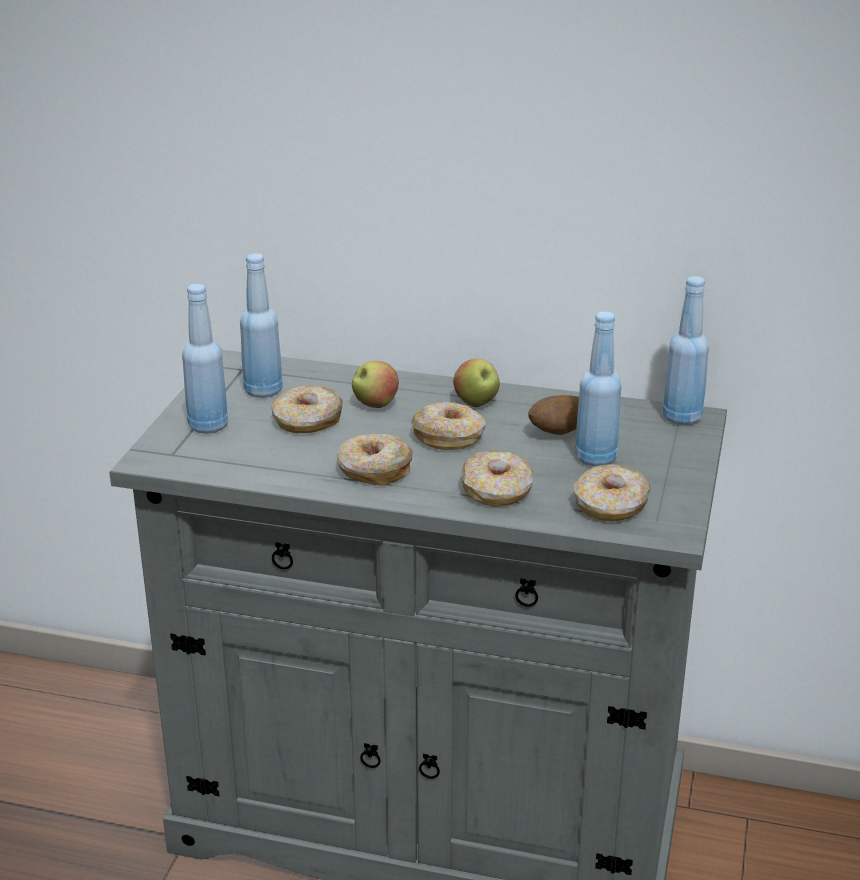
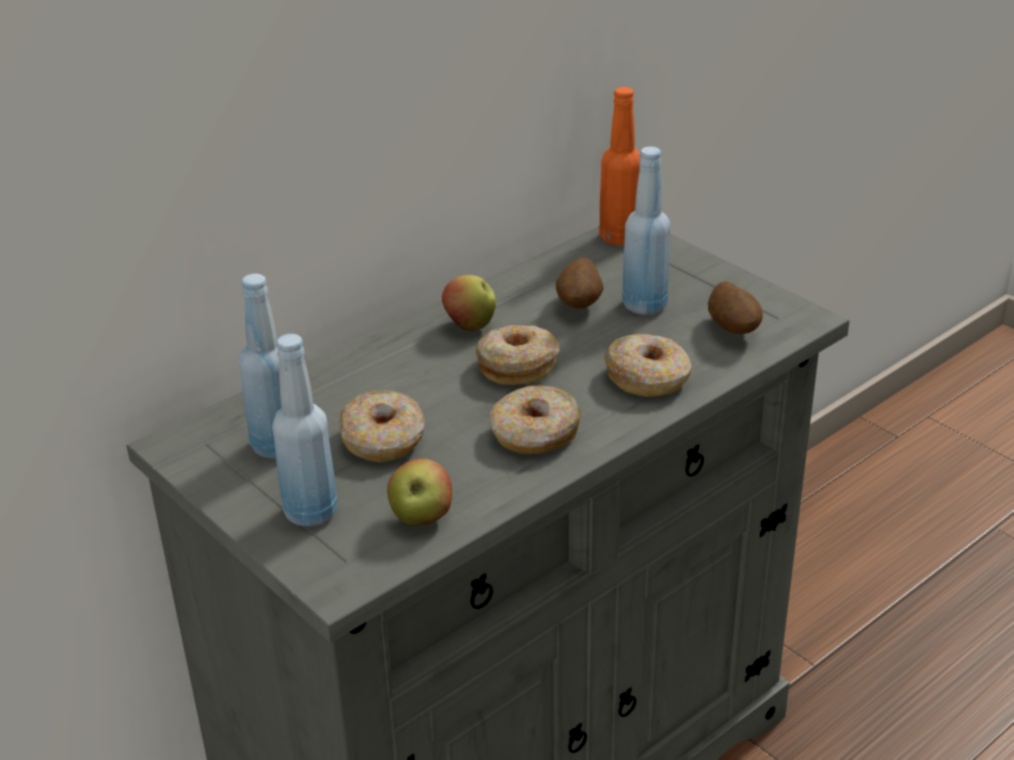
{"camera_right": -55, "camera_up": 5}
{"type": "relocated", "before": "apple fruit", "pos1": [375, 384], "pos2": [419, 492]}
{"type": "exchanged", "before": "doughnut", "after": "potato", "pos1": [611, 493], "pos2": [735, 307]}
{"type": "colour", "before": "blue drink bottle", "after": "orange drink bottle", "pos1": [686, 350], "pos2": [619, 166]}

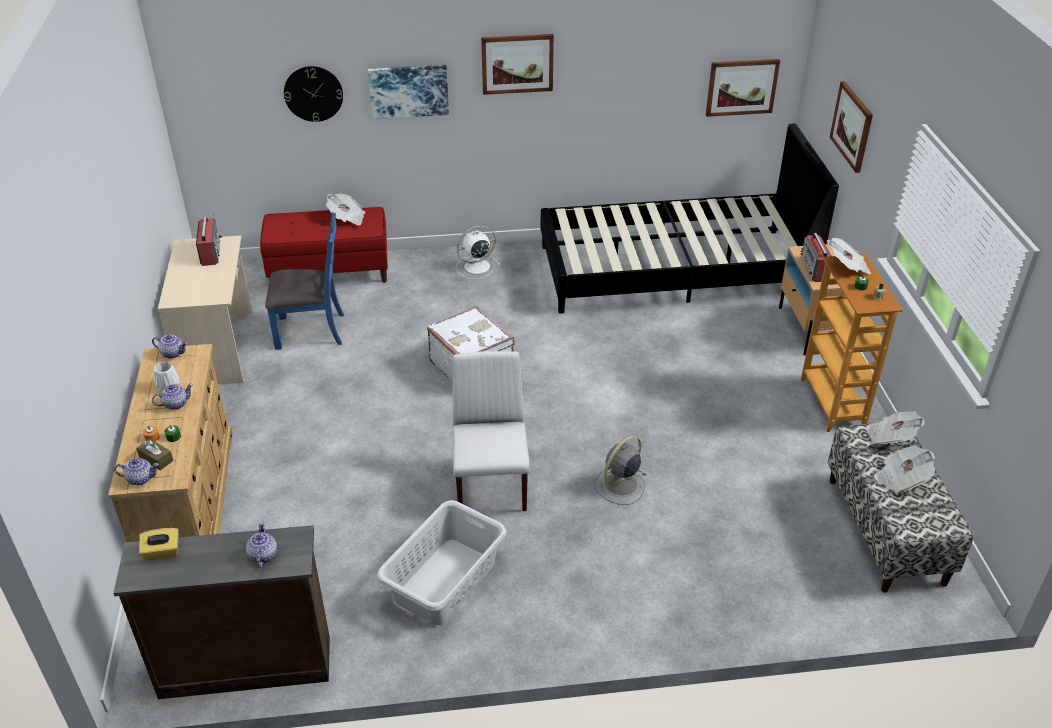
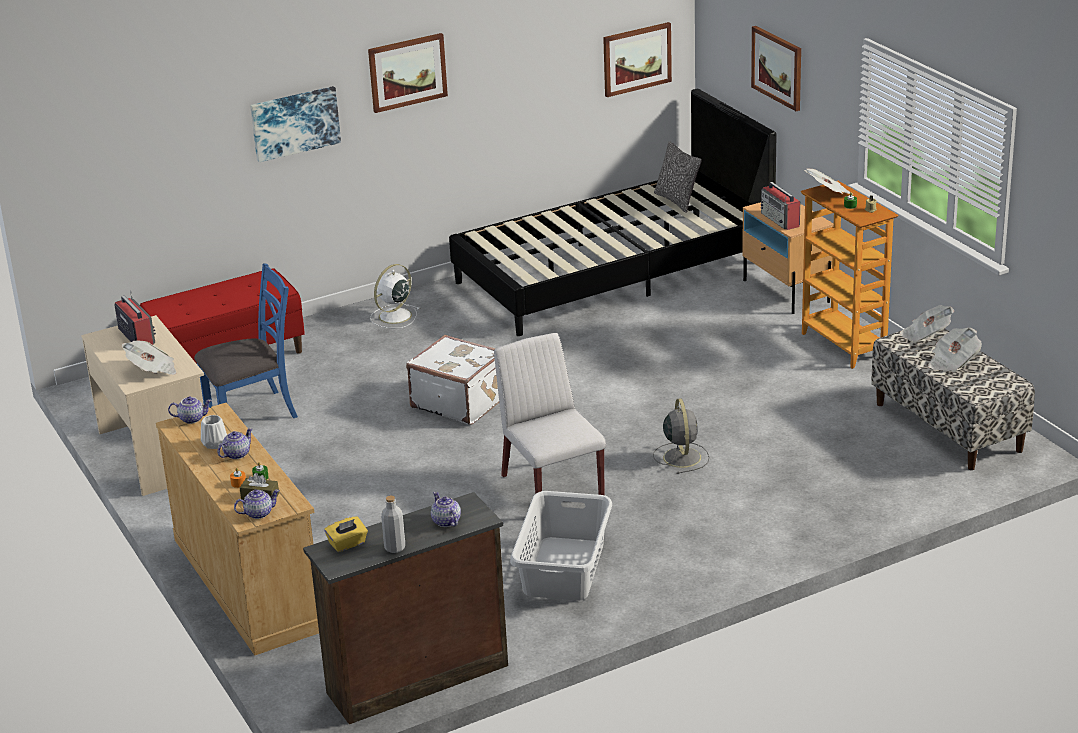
{"camera_right": -20, "camera_up": -10}
{"type": "missing", "before": "clock on the wall", "pos1": [313, 94]}
{"type": "appeared", "after": "gray drink bottle", "pos2": [393, 524]}
{"type": "appeared", "after": "throw pillow", "pos2": [678, 177]}
{"type": "relocated", "before": "printed paper", "pos1": [345, 209], "pos2": [149, 358]}
{"type": "spun", "before": "gray fan", "pos1": [620, 470], "pos2": [681, 436], "turn": 150}

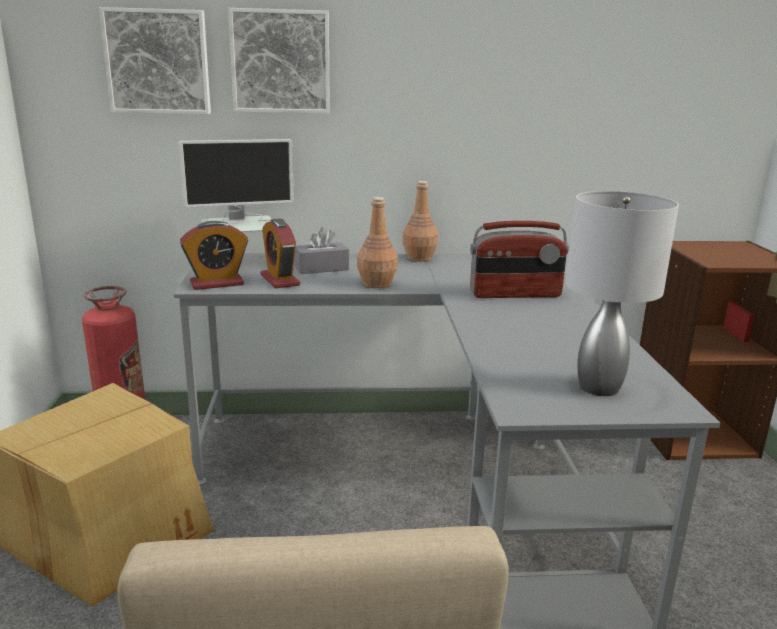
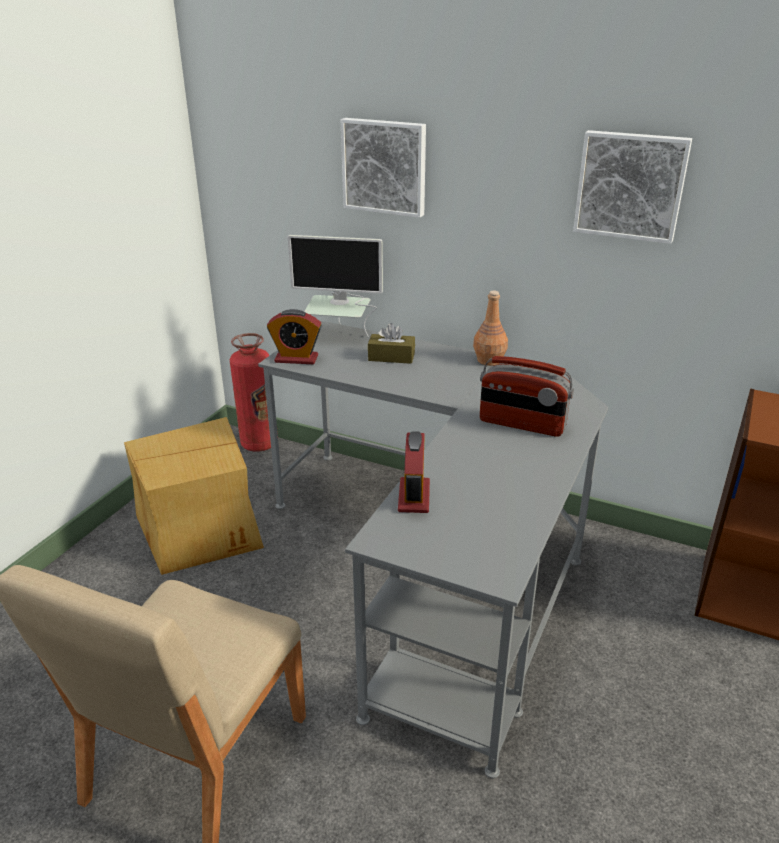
{"camera_right": 30, "camera_up": 10}
{"type": "missing", "before": "brown drink bottle", "pos1": [377, 242]}
{"type": "missing", "before": "gray tabletop lamp", "pos1": [622, 293]}
{"type": "relocated", "before": "wall art", "pos1": [155, 60], "pos2": [632, 187]}
{"type": "relocated", "before": "table clock", "pos1": [280, 253], "pos2": [414, 472]}
{"type": "colour", "before": "gray tissue box", "after": "brown tissue box", "pos1": [321, 250], "pos2": [391, 343]}

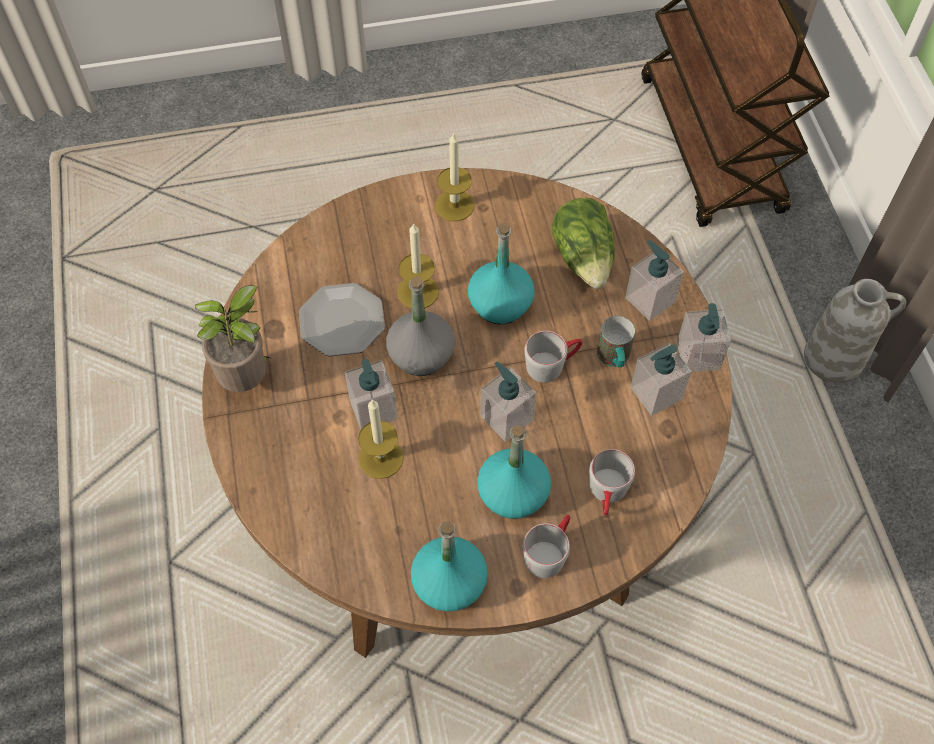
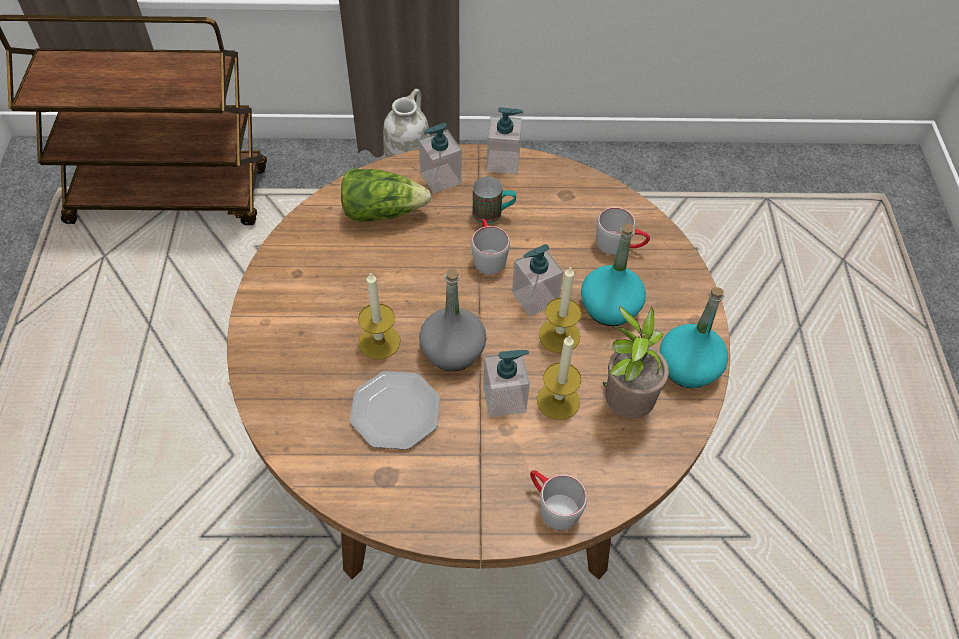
{"camera_right": -80, "camera_up": -5}
{"type": "missing", "before": "turquoise drink bottle", "pos1": [501, 273]}
{"type": "missing", "before": "liquid soap bottle", "pos1": [661, 379]}
{"type": "relocated", "before": "plant in a pot", "pos1": [232, 338], "pos2": [636, 362]}
{"type": "relocated", "before": "candle", "pos1": [454, 176], "pos2": [560, 309]}
{"type": "relocated", "before": "gray coffee mug", "pos1": [546, 546], "pos2": [558, 500]}

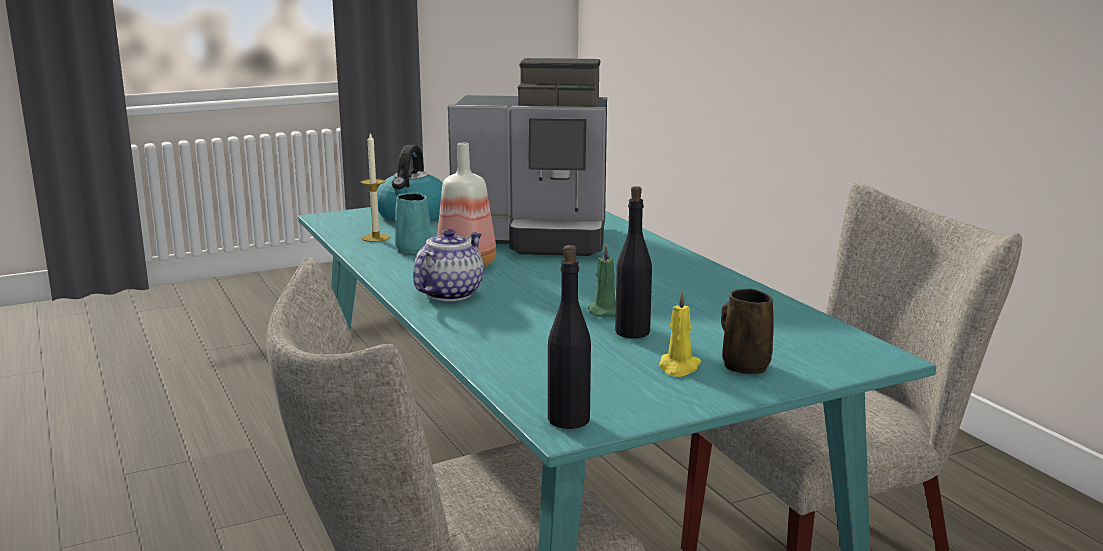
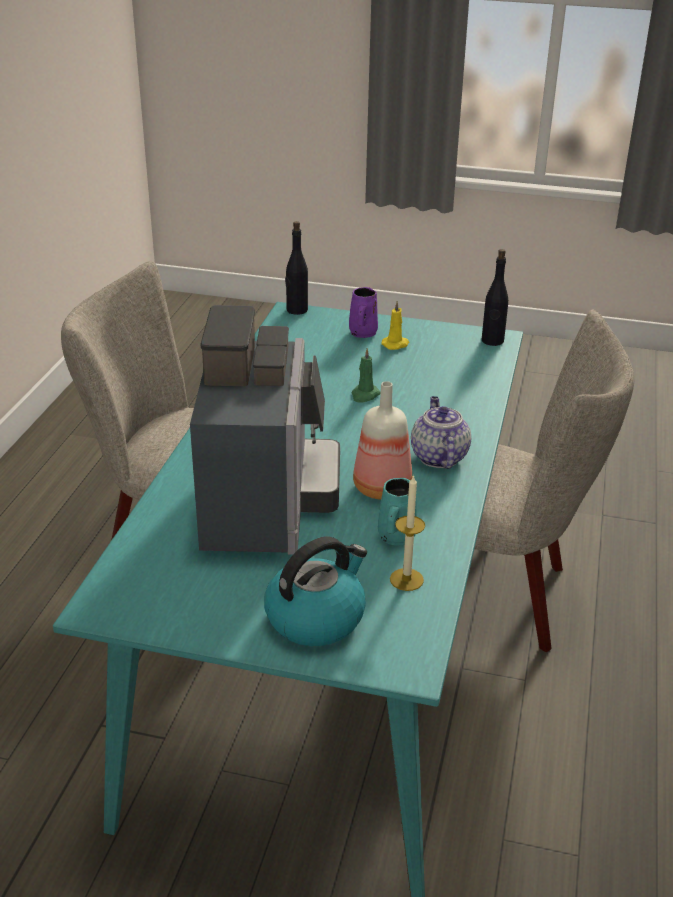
{"camera_right": -140, "camera_up": 15}
{"type": "relocated", "before": "black drink bottle", "pos1": [633, 262], "pos2": [296, 268]}
{"type": "colour", "before": "brown coffee mug", "after": "purple coffee mug", "pos1": [747, 331], "pos2": [363, 312]}
{"type": "spun", "before": "teapot", "pos1": [448, 265], "pos2": [441, 432], "turn": 105}
{"type": "spun", "before": "coffee machine", "pos1": [527, 157], "pos2": [265, 429], "turn": 45}

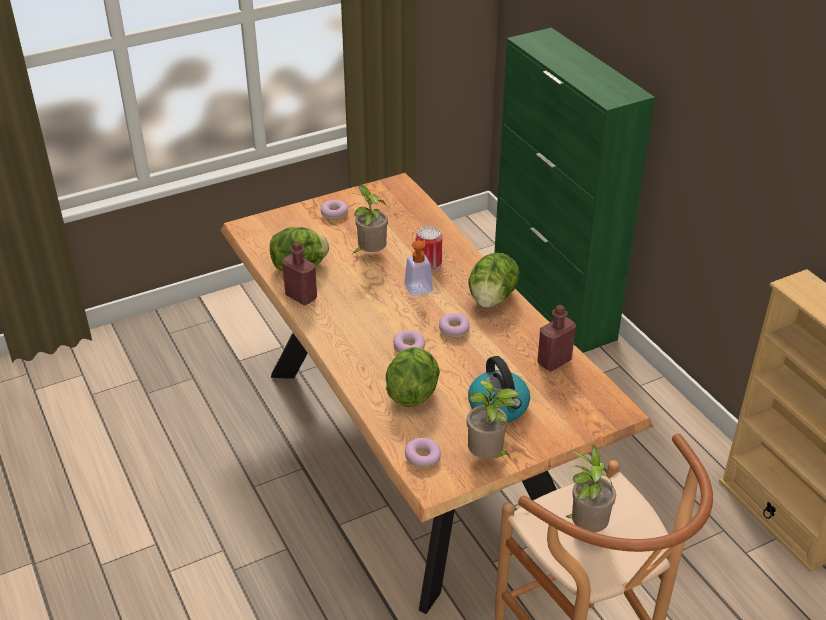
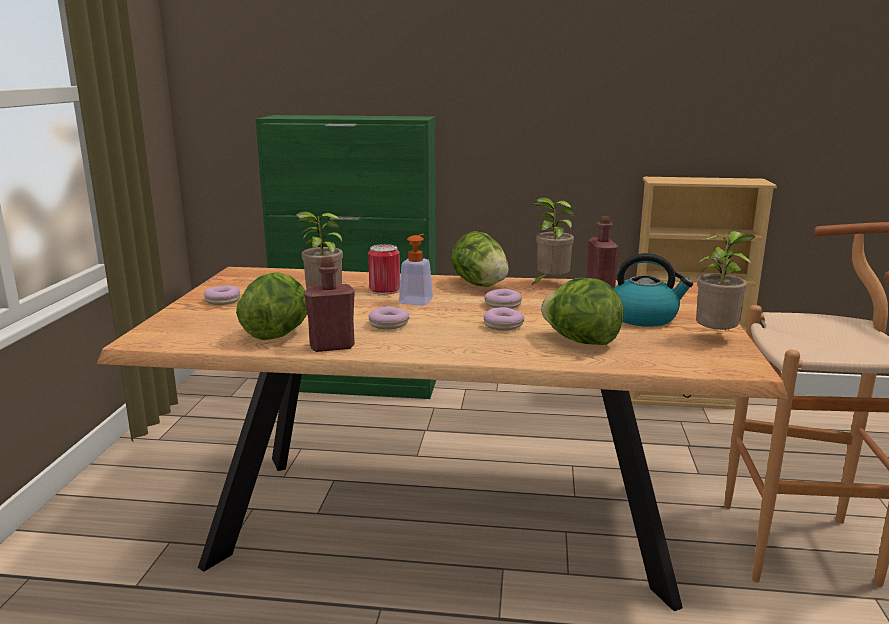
{"camera_right": -55, "camera_up": -20}
{"type": "relocated", "before": "doughnut", "pos1": [423, 453], "pos2": [389, 318]}
{"type": "relocated", "before": "plant in a pot", "pos1": [590, 488], "pos2": [553, 241]}

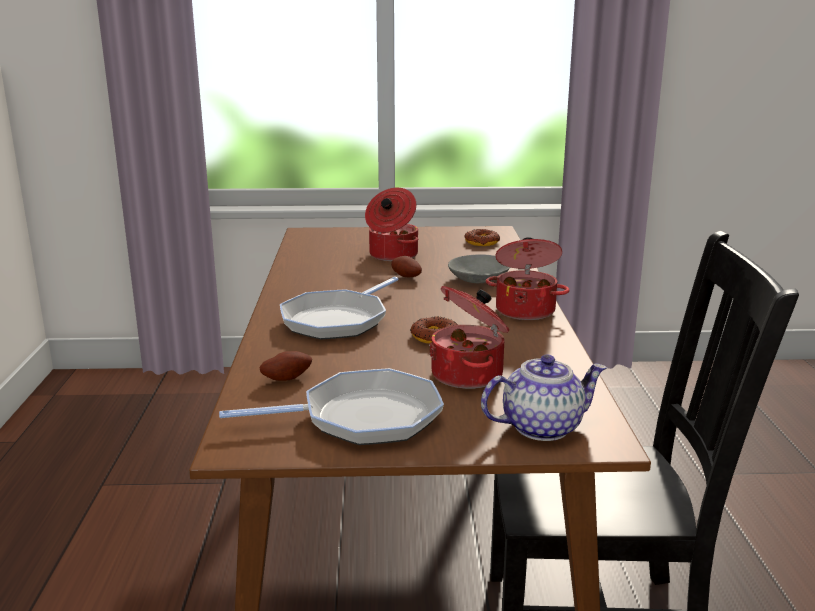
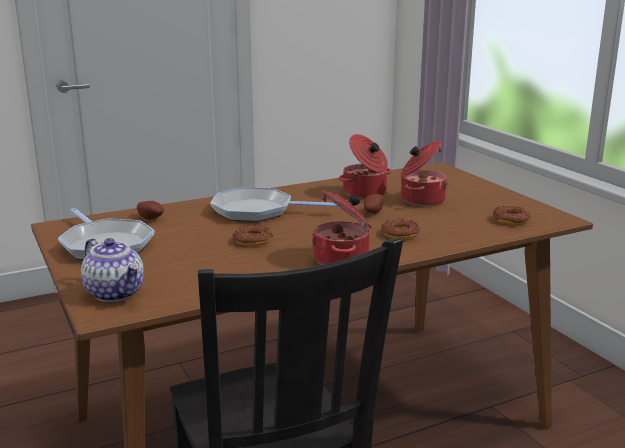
{"camera_right": 65, "camera_up": 0}
{"type": "relocated", "before": "cooking pot", "pos1": [469, 337], "pos2": [365, 166]}
{"type": "exchanged", "before": "gray bowl", "after": "doughnut", "pos1": [479, 268], "pos2": [400, 229]}

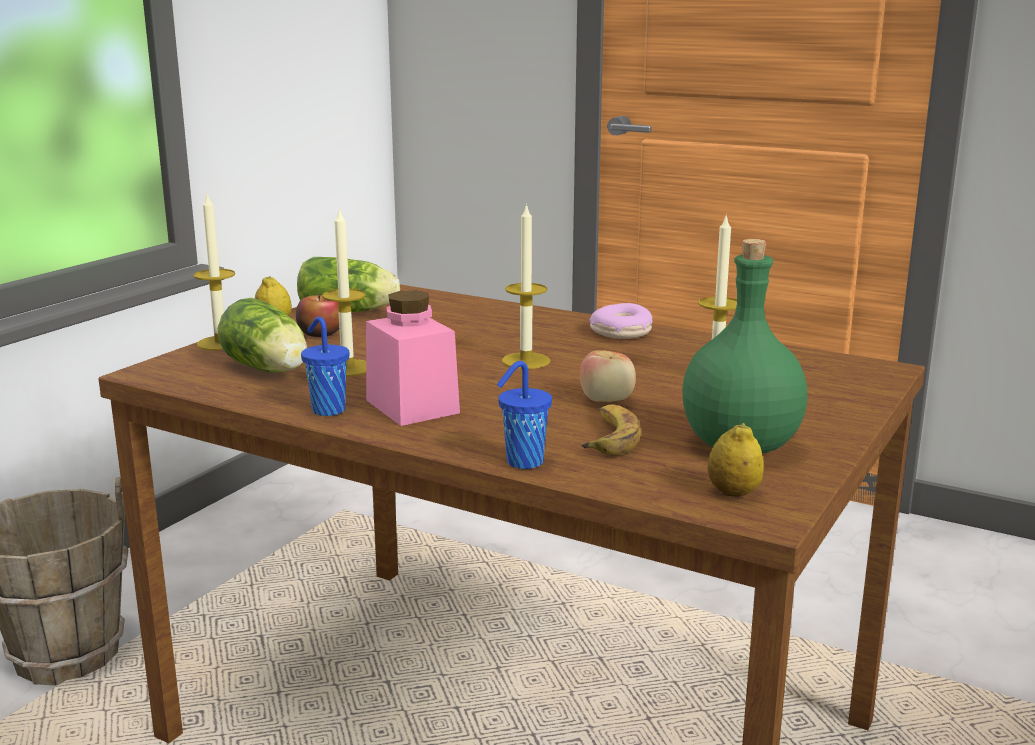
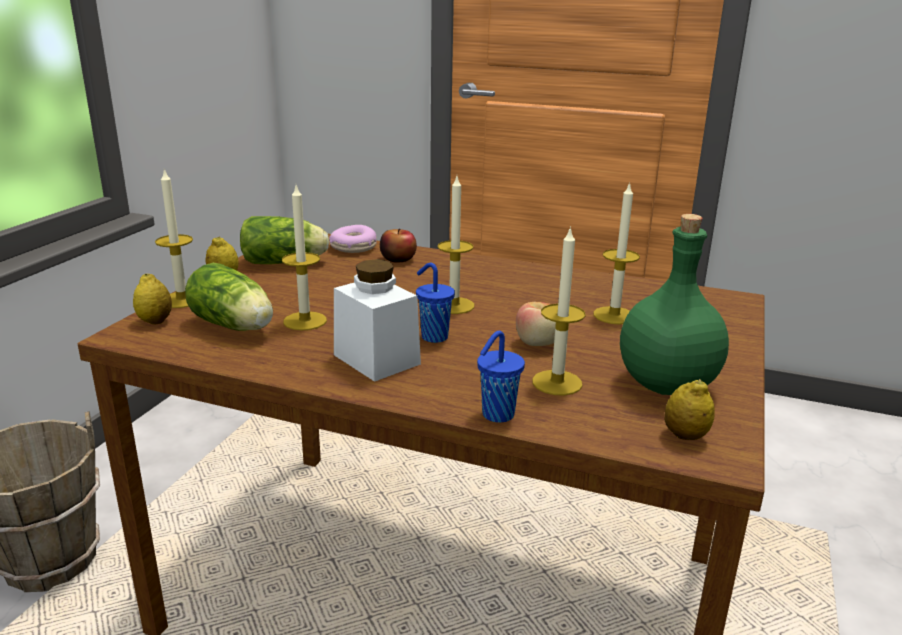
{"camera_right": -10, "camera_up": 5}
{"type": "appeared", "after": "whole lemon", "pos2": [152, 299]}
{"type": "relocated", "before": "apple fruit", "pos1": [317, 315], "pos2": [398, 245]}
{"type": "relocated", "before": "blue small cup", "pos1": [325, 366], "pos2": [435, 303]}
{"type": "relocated", "before": "doughnut", "pos1": [620, 321], "pos2": [353, 239]}
{"type": "exchanged", "before": "whole banana", "after": "candle", "pos1": [611, 429], "pos2": [559, 311]}
{"type": "colour", "before": "pink-coloured storage jar", "after": "white storage jar", "pos1": [413, 358], "pos2": [377, 320]}

